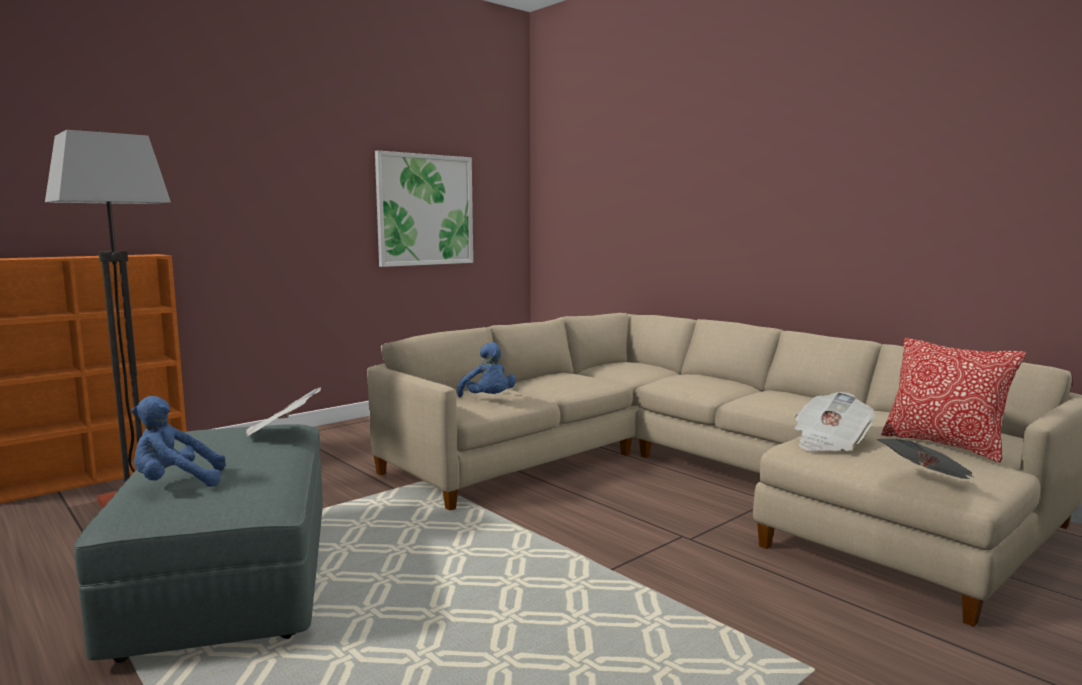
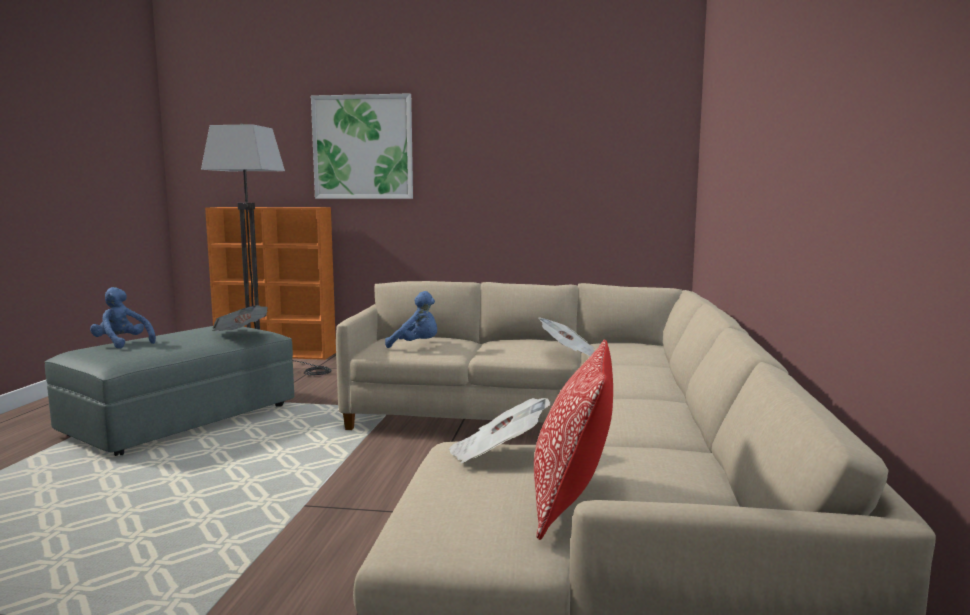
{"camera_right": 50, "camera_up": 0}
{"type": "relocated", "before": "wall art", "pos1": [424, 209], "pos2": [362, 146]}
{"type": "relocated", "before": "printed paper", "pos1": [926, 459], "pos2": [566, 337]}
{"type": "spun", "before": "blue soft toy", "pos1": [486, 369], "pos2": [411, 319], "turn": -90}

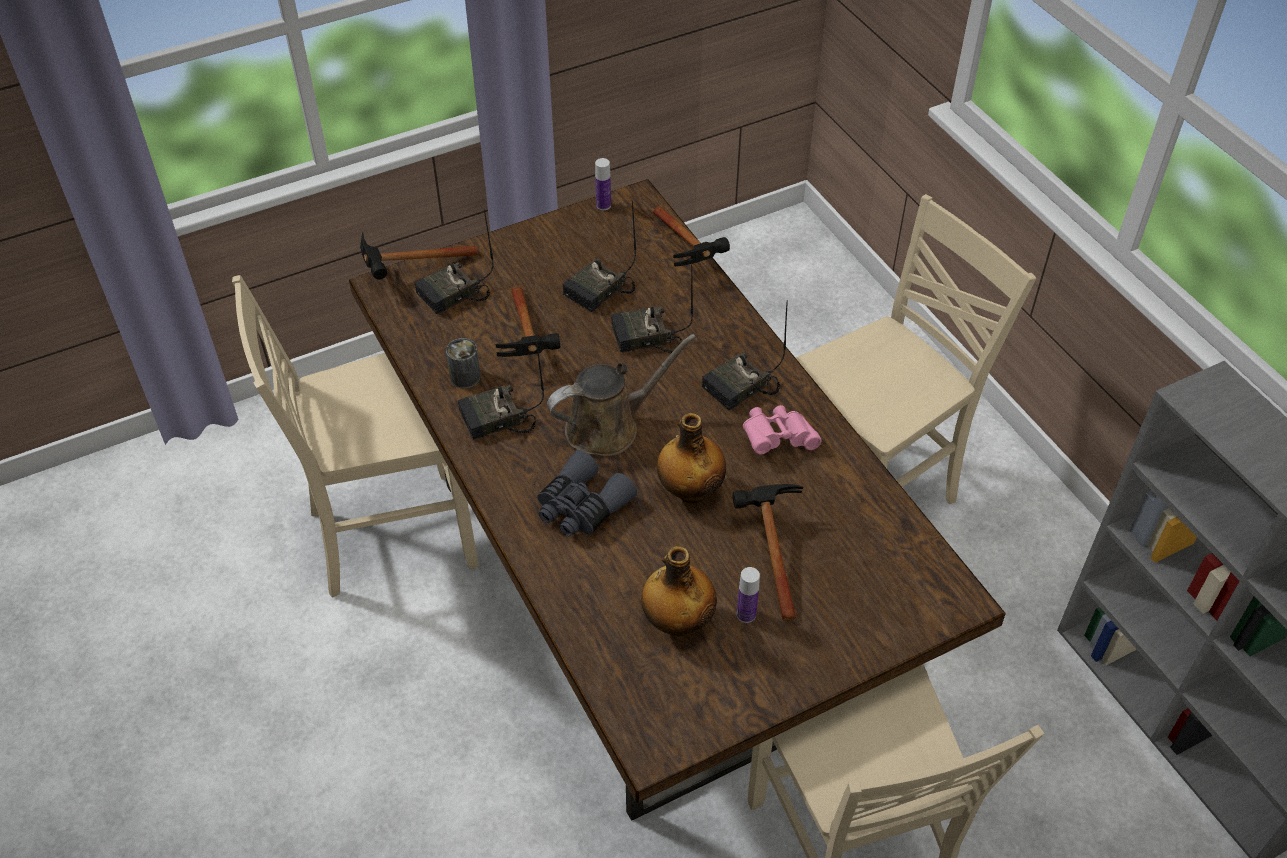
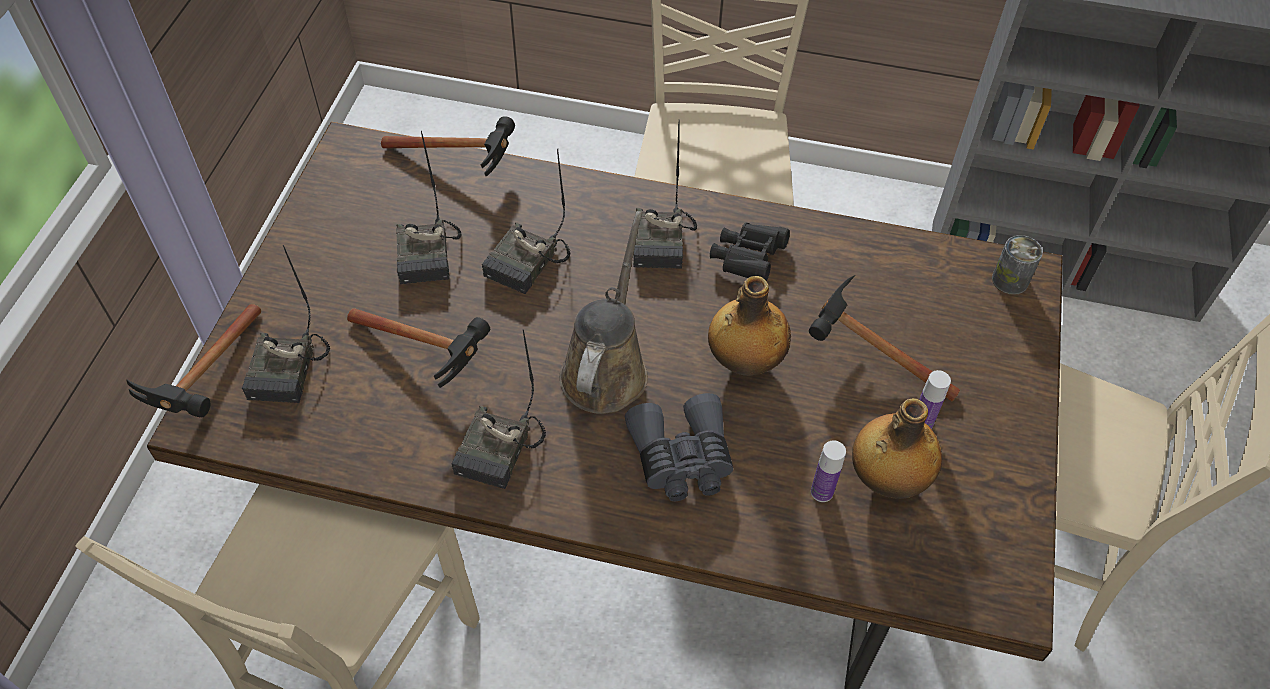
{"camera_right": -50, "camera_up": 5}
{"type": "relocated", "before": "metal can", "pos1": [463, 363], "pos2": [1017, 265]}
{"type": "relocated", "before": "drink bottle", "pos1": [603, 184], "pos2": [828, 471]}
{"type": "colour", "before": "pink-coloured binoculars", "after": "black binoculars", "pos1": [782, 429], "pos2": [750, 252]}

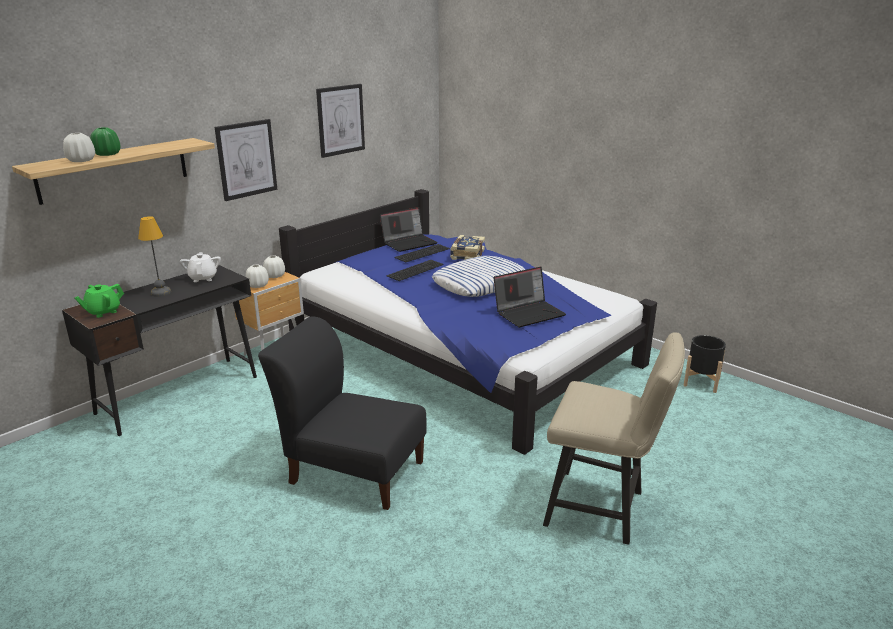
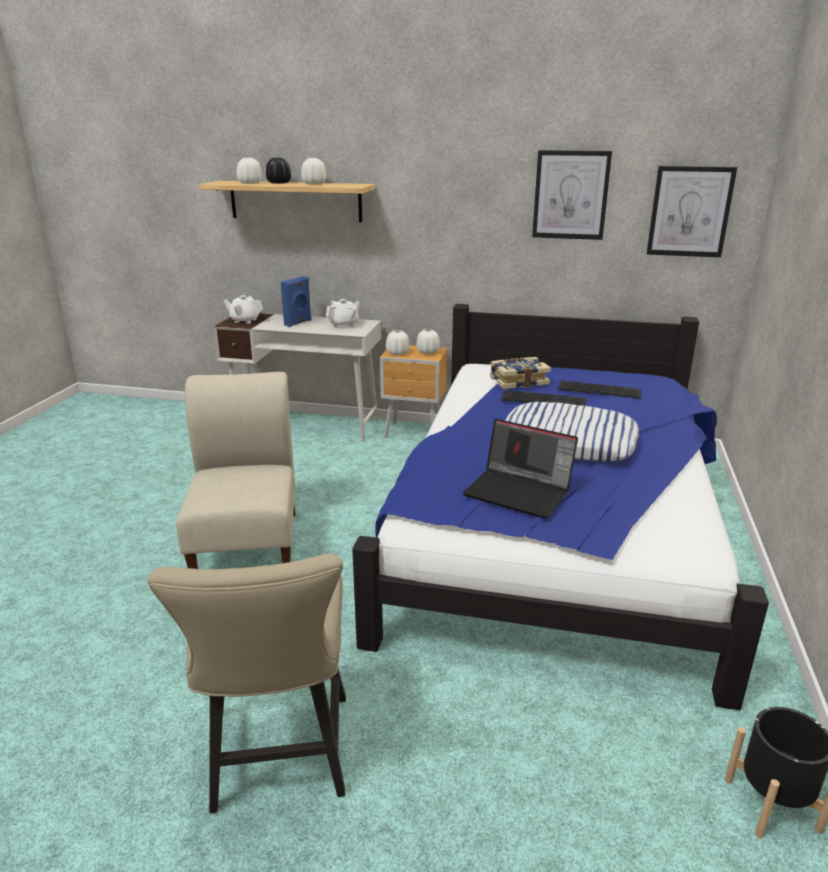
{"camera_right": 60, "camera_up": 0}
{"type": "missing", "before": "portable computer", "pos1": [409, 229]}
{"type": "appeared", "after": "white flower vase", "pos2": [314, 171]}
{"type": "relocated", "before": "wall art", "pos1": [246, 160], "pos2": [692, 211]}
{"type": "relocated", "before": "bound book", "pos1": [467, 247], "pos2": [520, 373]}
{"type": "exchanged", "before": "tabletop lamp", "after": "blue audio speaker", "pos1": [154, 256], "pos2": [296, 301]}
{"type": "colour", "before": "black desk table", "after": "white desk table", "pos1": [159, 350], "pos2": [297, 377]}
{"type": "colour", "before": "greenish teapot", "after": "white teapot", "pos1": [99, 301], "pos2": [243, 309]}
{"type": "colour", "before": "greenish flower vase", "after": "black flower vase", "pos1": [105, 141], "pos2": [278, 171]}
{"type": "colour", "before": "black upright chair", "after": "beige-coloured upright chair", "pos1": [342, 413], "pos2": [235, 470]}

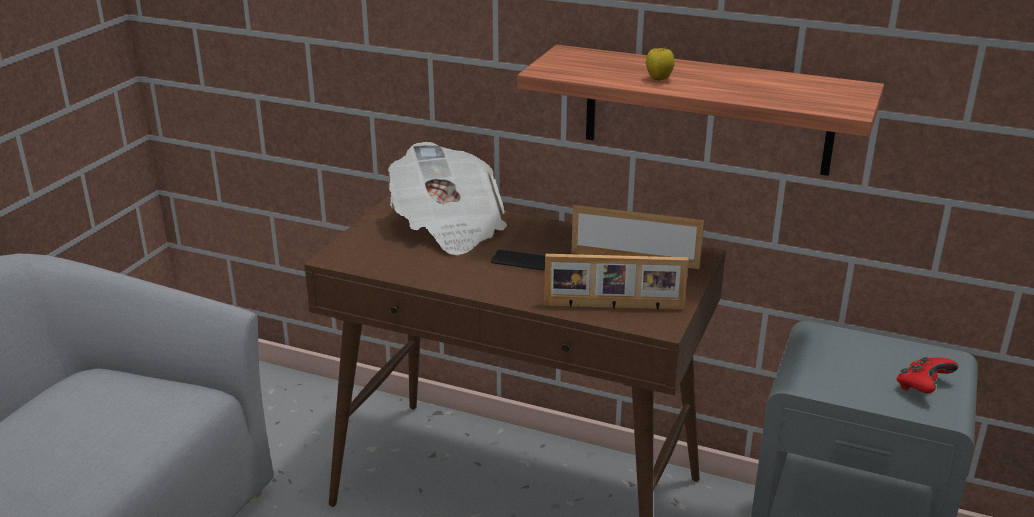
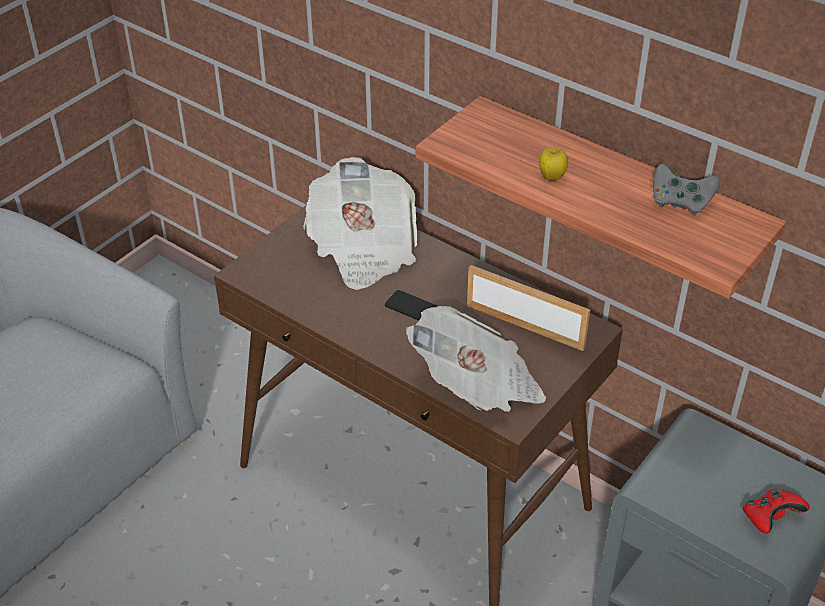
{"camera_right": 15, "camera_up": 15}
{"type": "appeared", "after": "gray gamepad", "pos2": [686, 190]}
{"type": "exchanged", "before": "photo frame", "after": "printed paper", "pos1": [616, 282], "pos2": [476, 359]}

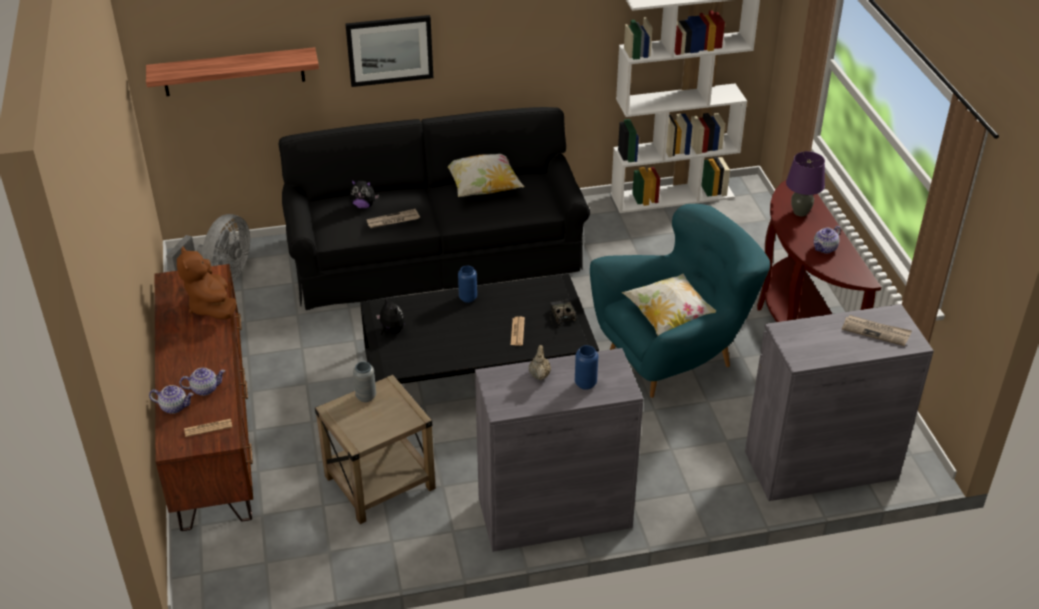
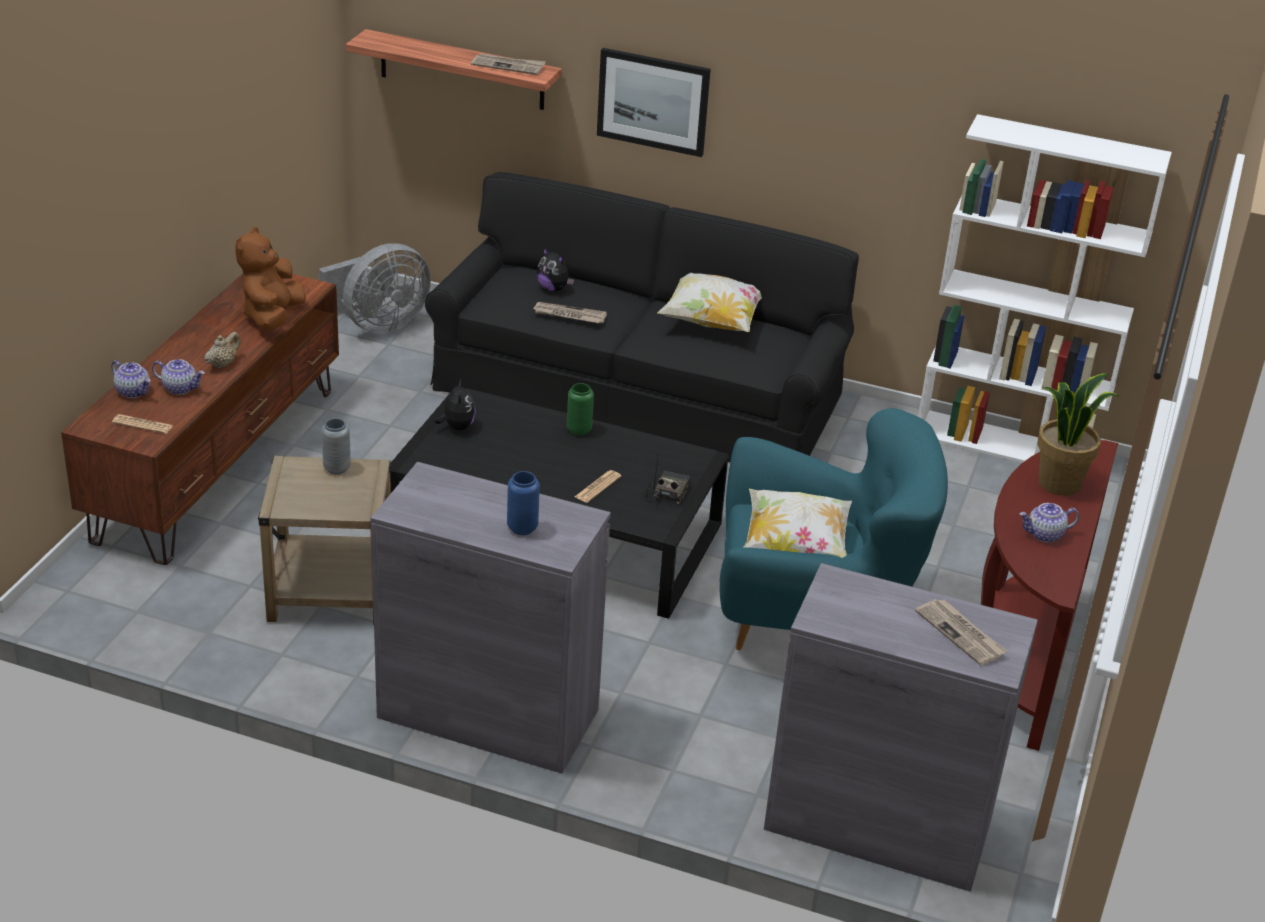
{"camera_right": 30, "camera_up": -5}
{"type": "appeared", "after": "printed paper", "pos2": [508, 64]}
{"type": "relocated", "before": "beige-coloured teapot", "pos1": [540, 362], "pos2": [223, 350]}
{"type": "exchanged", "before": "purple tabletop lamp", "after": "plant in a pot", "pos1": [805, 183], "pos2": [1078, 434]}
{"type": "colour", "before": "blue flower vase", "after": "greenish flower vase", "pos1": [467, 284], "pos2": [580, 409]}

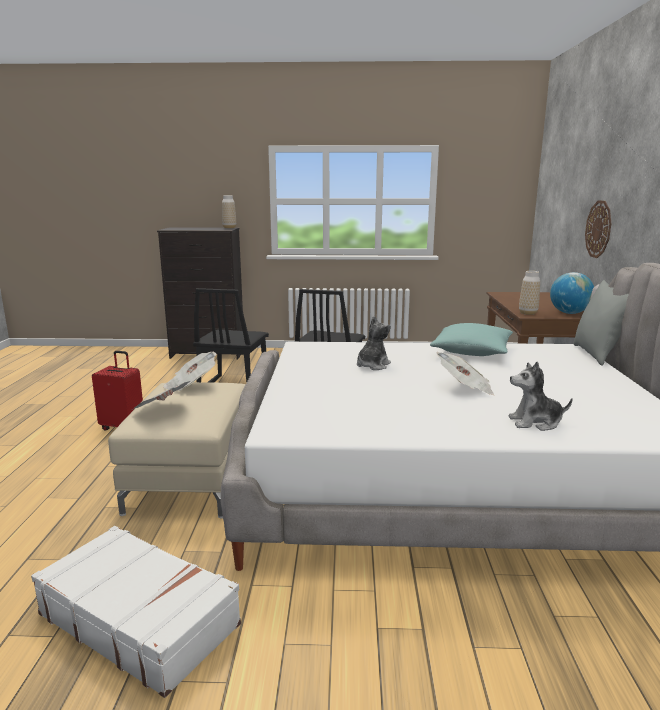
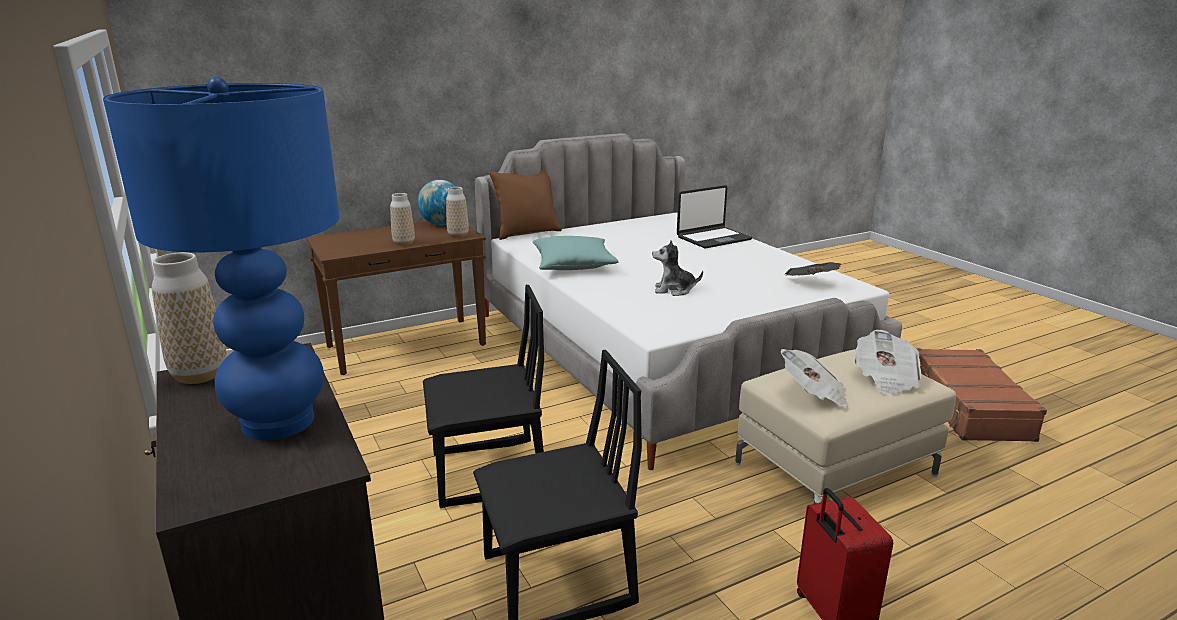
{"camera_right": -120, "camera_up": 5}
{"type": "missing", "before": "clock on the wall", "pos1": [598, 229]}
{"type": "appeared", "after": "blue tabletop lamp", "pos2": [221, 258]}
{"type": "appeared", "after": "flower vase", "pos2": [402, 219]}
{"type": "relocated", "before": "printed paper", "pos1": [465, 373], "pos2": [813, 269]}
{"type": "exchanged", "before": "soft toy", "after": "portable computer", "pos1": [540, 396], "pos2": [714, 217]}
{"type": "colour", "before": "white travel case", "after": "brown travel case", "pos1": [136, 612], "pos2": [981, 395]}
{"type": "colour", "before": "gray throw pillow", "after": "brown throw pillow", "pos1": [601, 323], "pos2": [525, 204]}

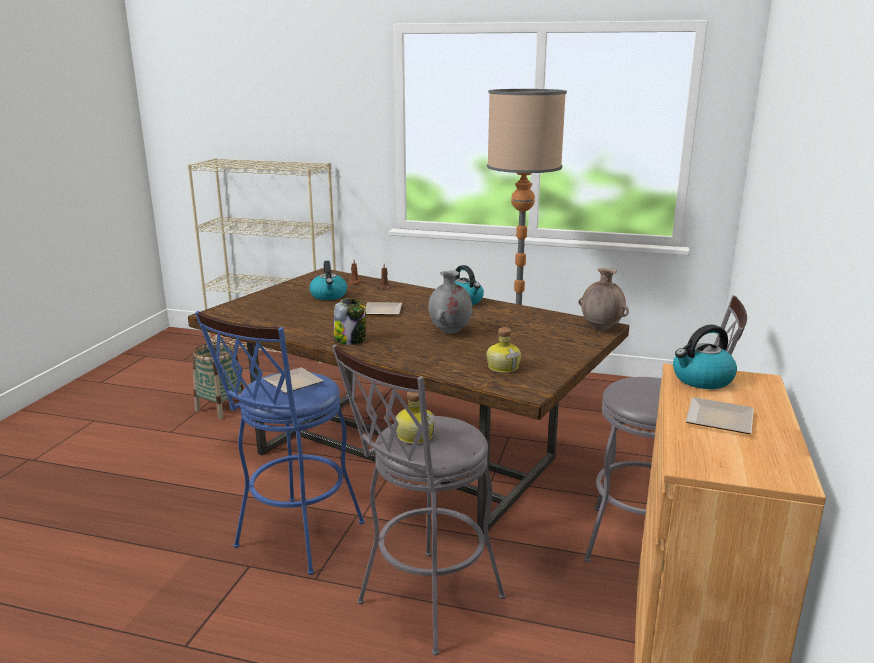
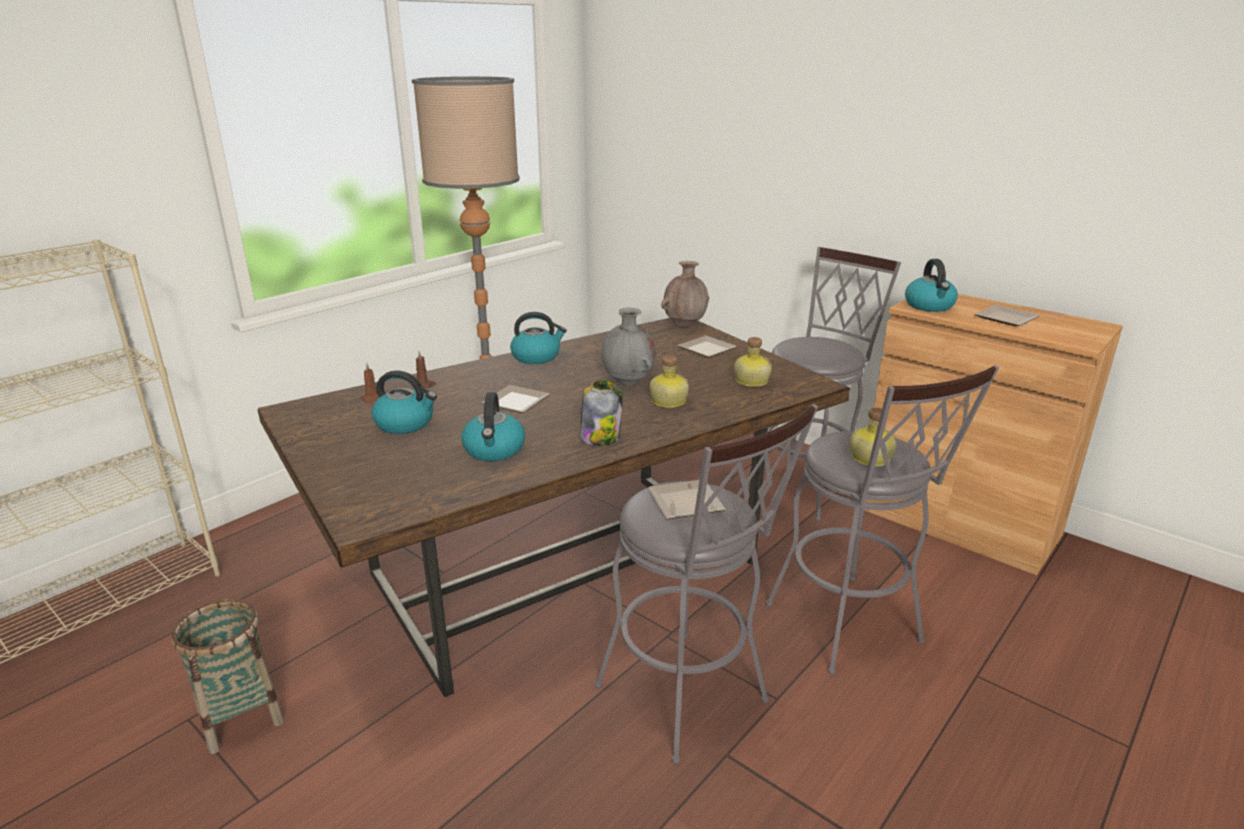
{"camera_right": -65, "camera_up": 5}
{"type": "appeared", "after": "kettle", "pos2": [493, 426]}
{"type": "appeared", "after": "drink bottle", "pos2": [669, 381]}
{"type": "appeared", "after": "plate", "pos2": [707, 346]}
{"type": "colour", "before": "blue sitting stool", "after": "gray sitting stool", "pos1": [280, 443], "pos2": [706, 584]}

